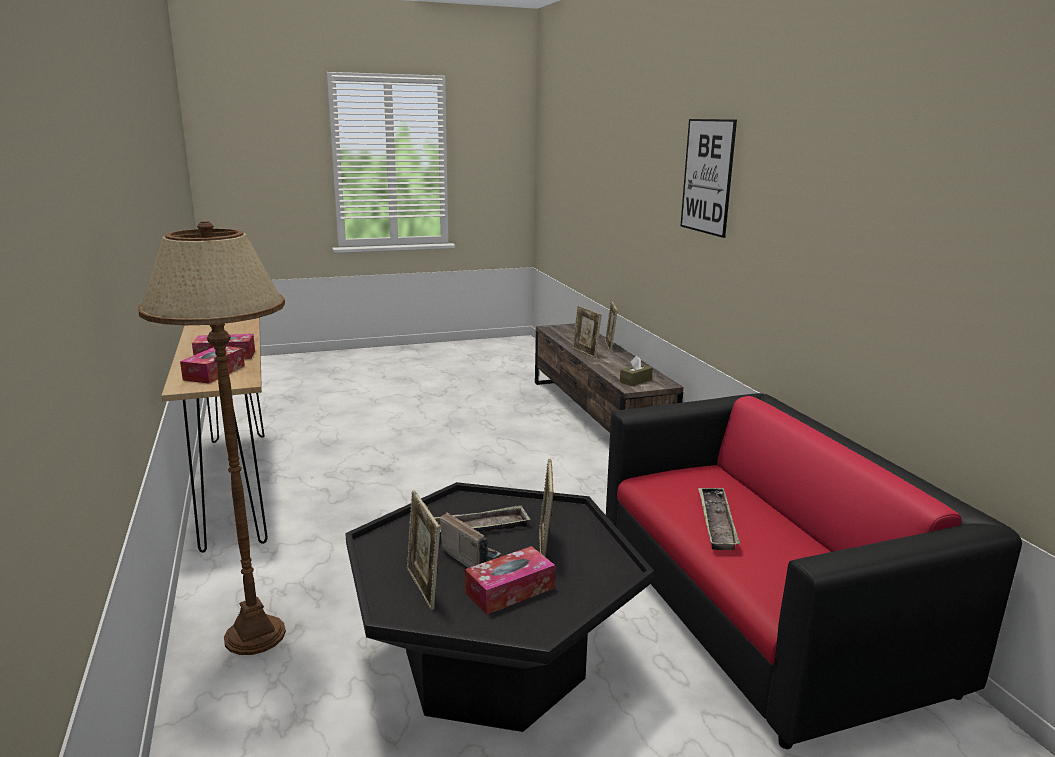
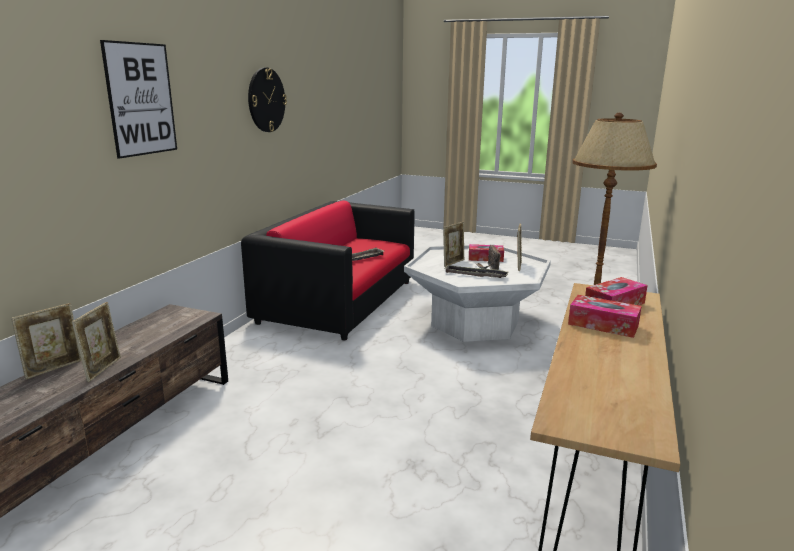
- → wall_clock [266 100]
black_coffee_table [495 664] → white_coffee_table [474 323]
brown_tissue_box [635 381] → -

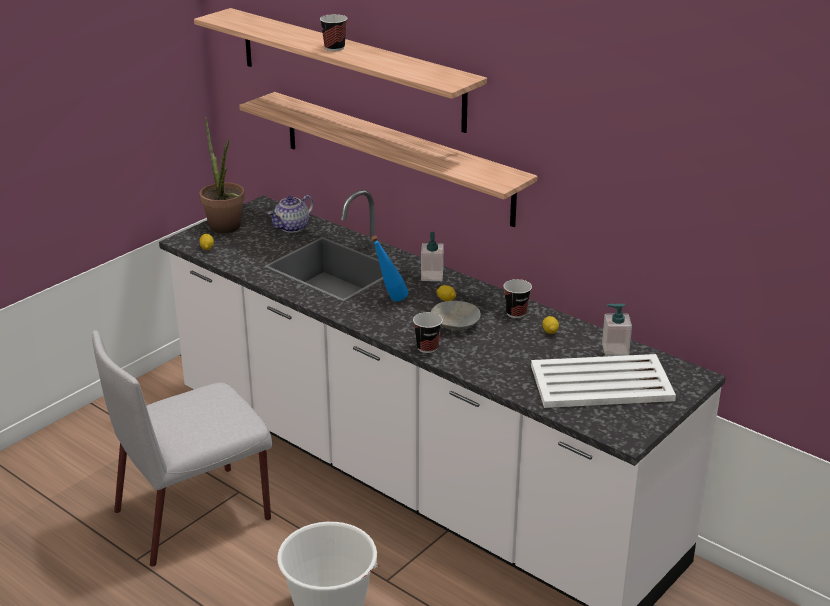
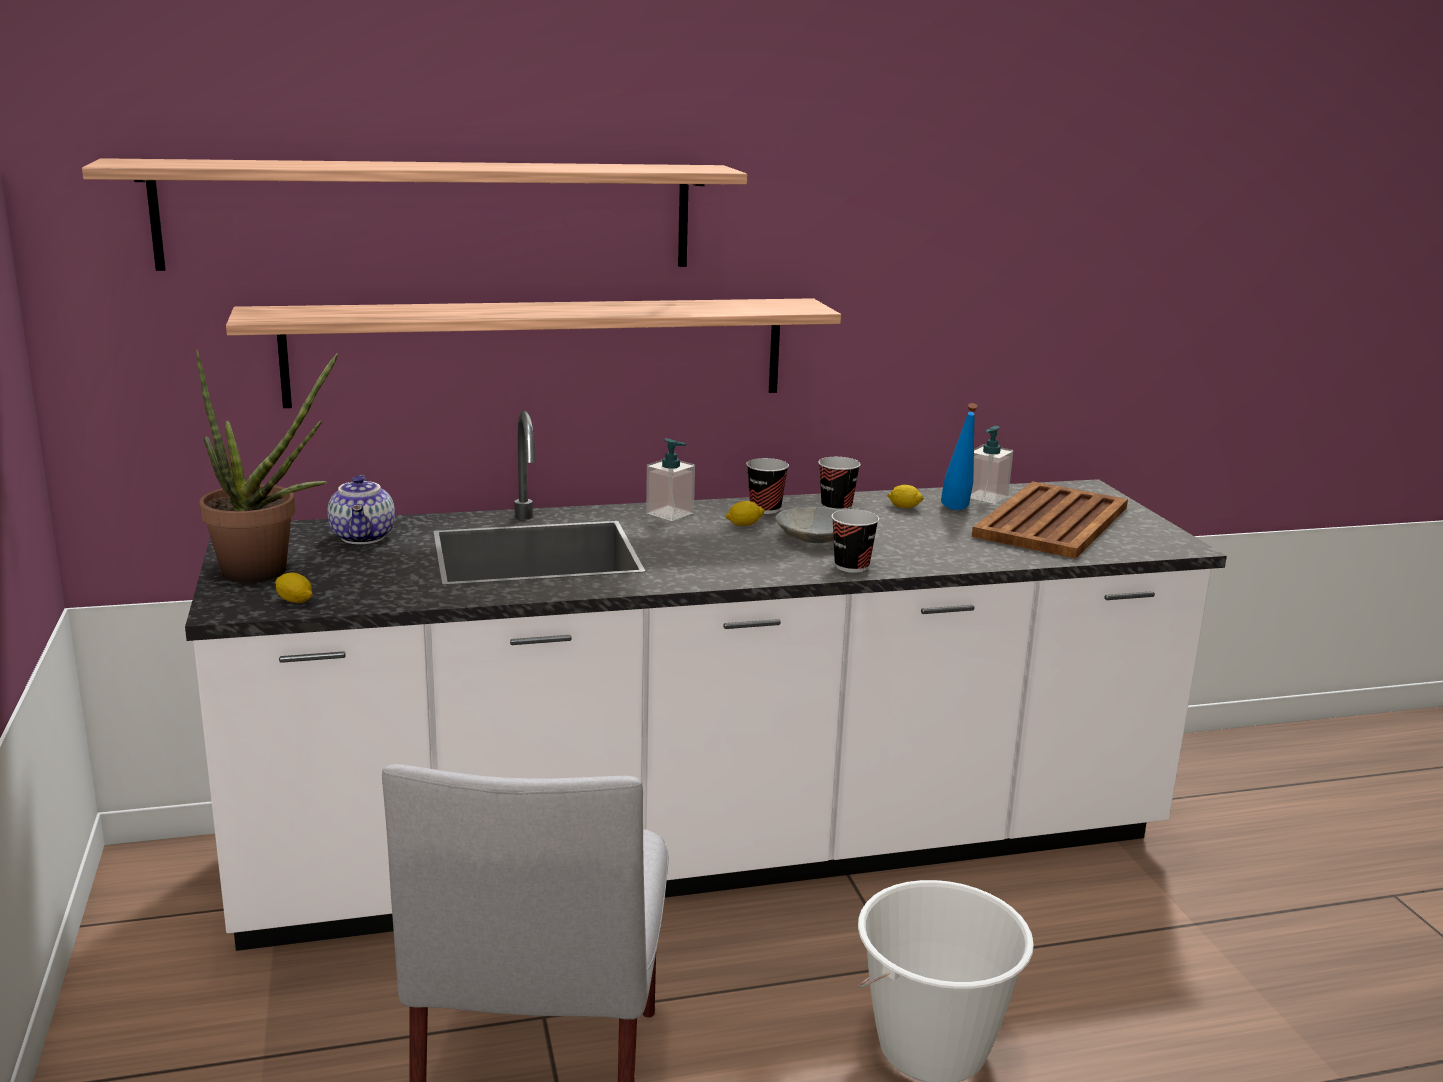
cup [334 48] → cup [765 509], move
blue_bottle [390 300] → blue_bottle [957 511], move
white_tray [602 383] → brown_tray [1053 521]

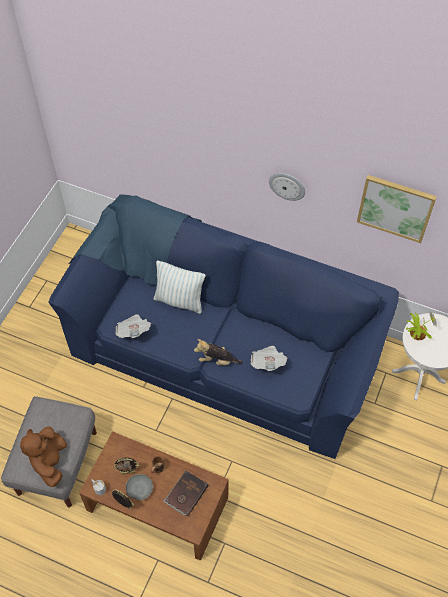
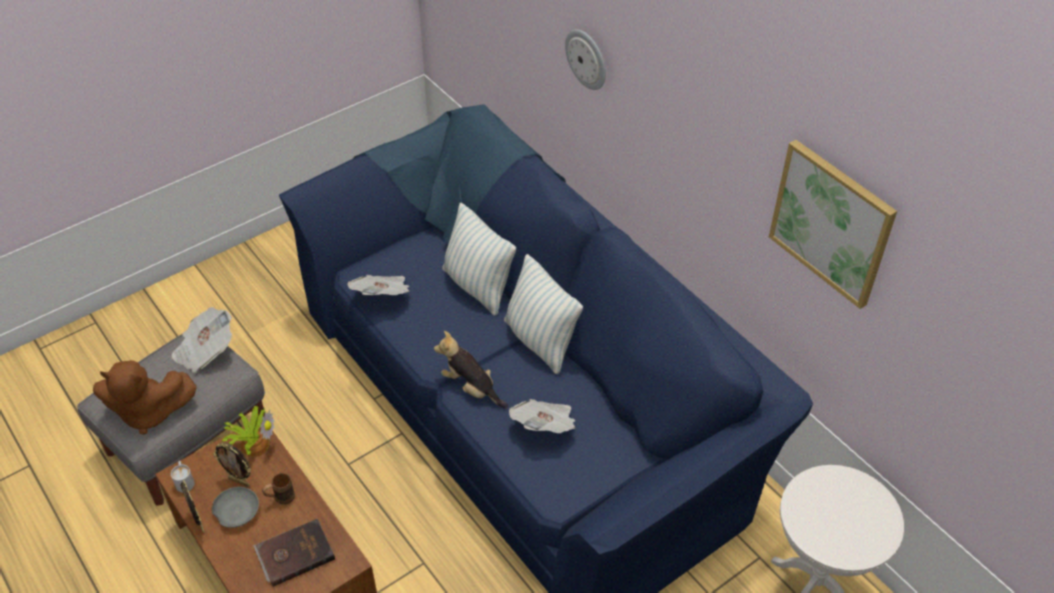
brown_plush_toy [50 462] → brown_plush_toy [148 412], 120 degrees counterclockwise
- → newspaper [205 351]
potted_plant [416 333] → potted_plant [254 443], move
- → pillow [540 341]
wall_clock [287 185] → wall_clock [587 59], move

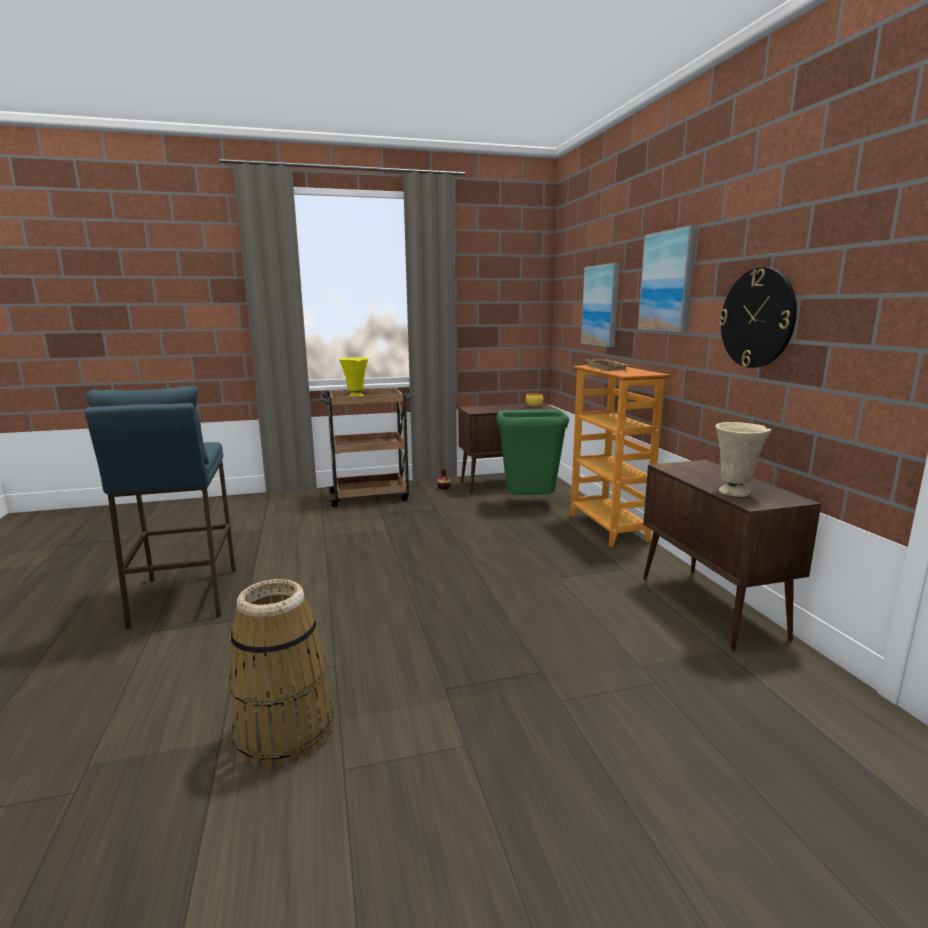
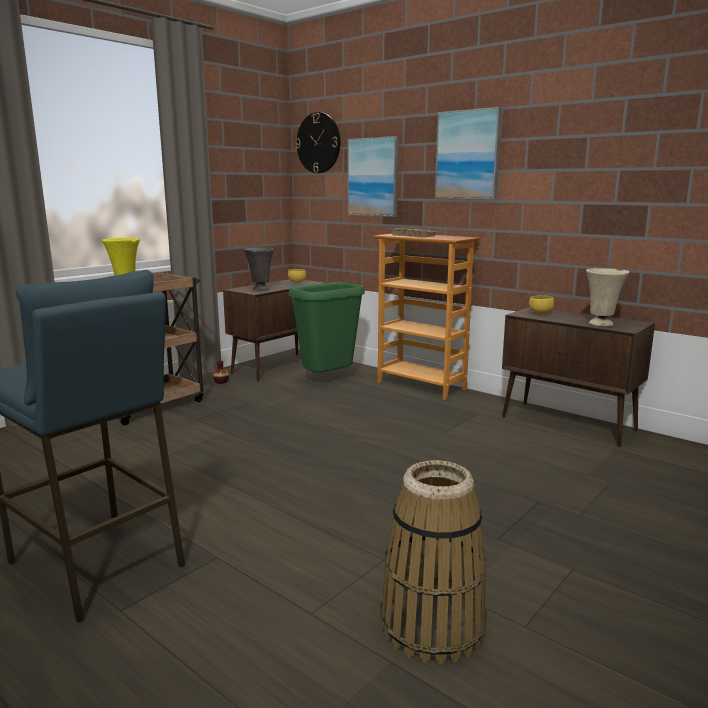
- → grey_vase [260 289]
wall_clock [757 318] → wall_clock [318 143], move
- → yellow_bowl [539 313]

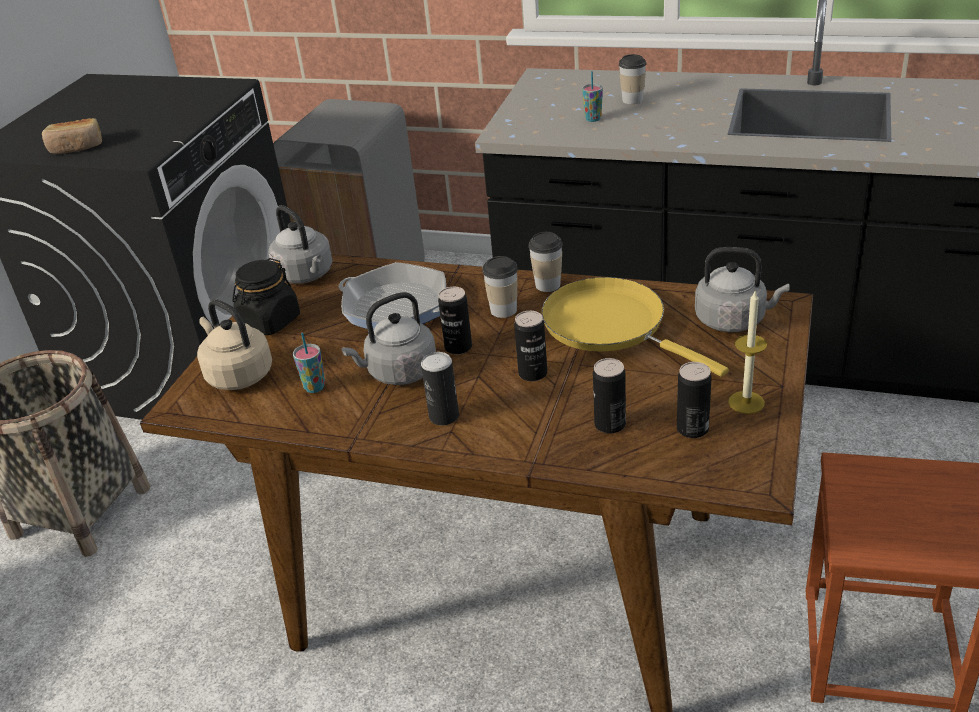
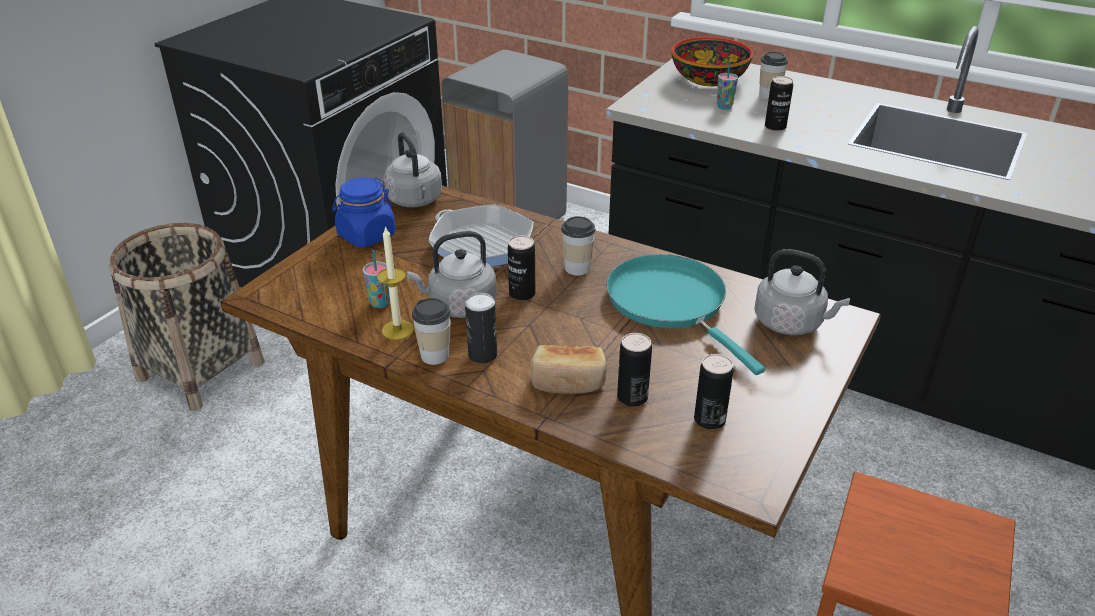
black_jar [269 322] → blue_jar [366 236]
candle [746 402] → candle [397 330], move
cup [548 285] → cup [435 355], move
bread [76 147] → bread [568 382], move
yellow_frying_pan [611 325] → turquoise_frying_pan [671 303]
- → bowl [709 79]
can [532 373] → can [775 127], move
beige_kettle [237 374] → -

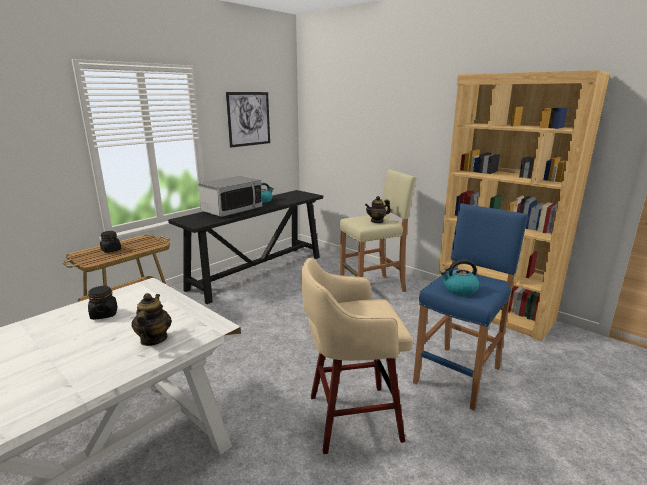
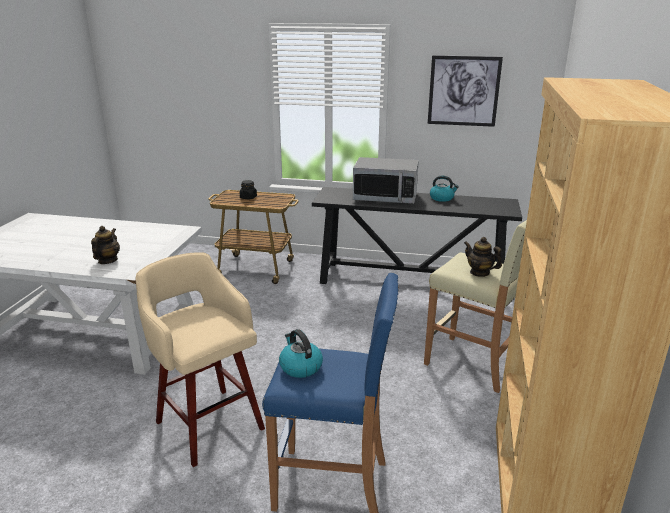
teapot [153 339] → teapot [107 260], 45 degrees counterclockwise
black_jar [104 314] → -

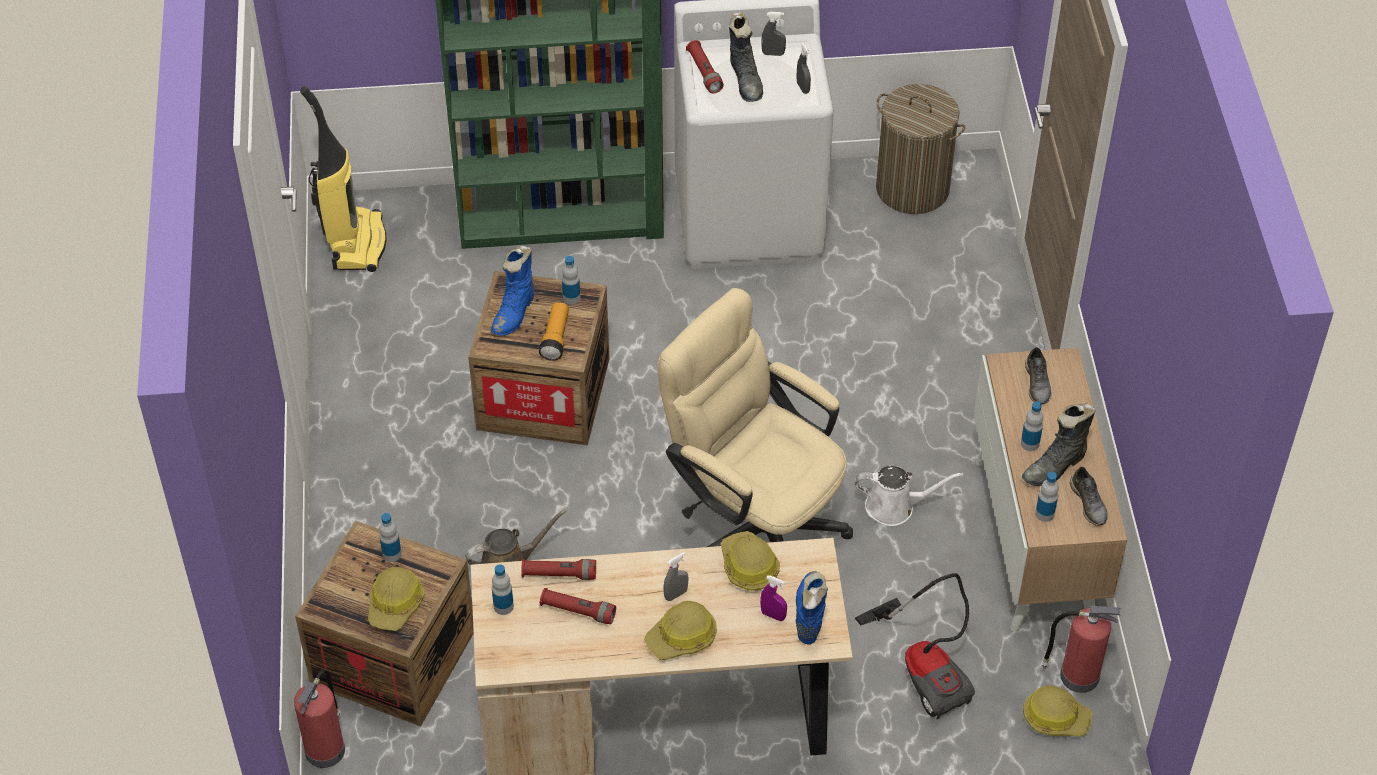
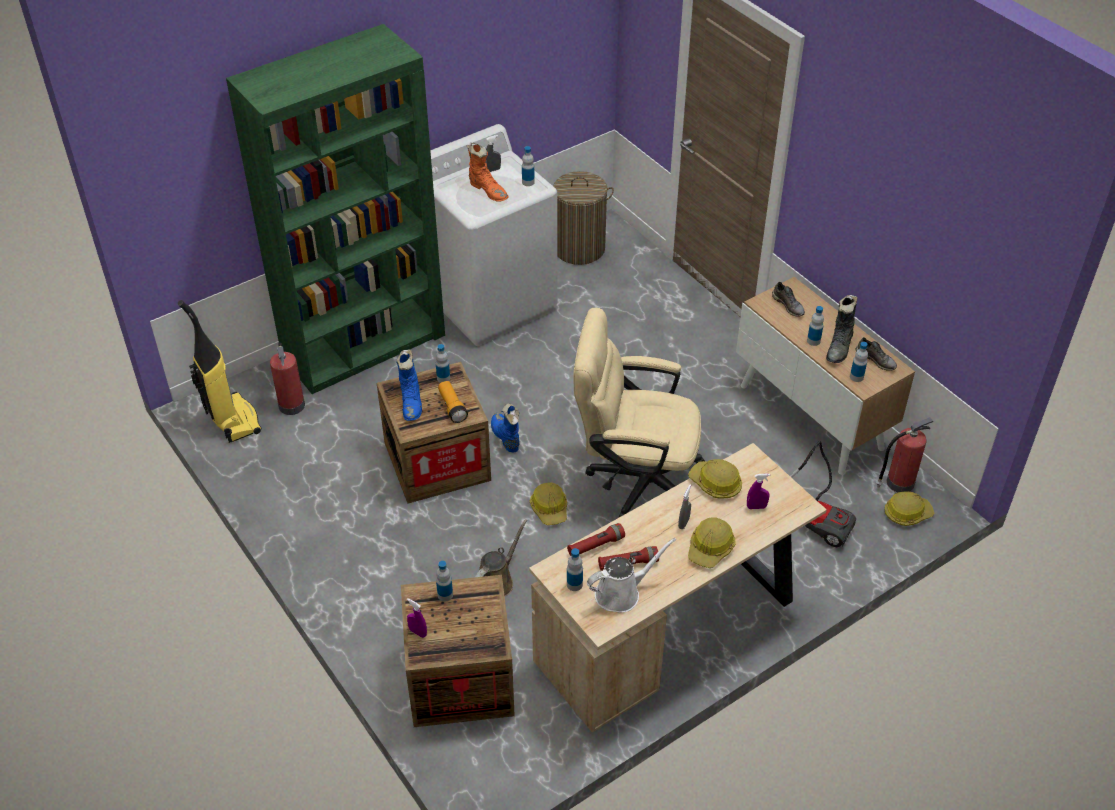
fire_extinguisher [326 748] → fire_extinguisher [291 404], move
- → purple_spray_bottle [418 632]
black_boot [746 81] → orange_boot [488 191]
blue_boot [809 613] → blue_boot [505 436], move
grey_spray_bottle [803 87] → bottle [528 182]
hard_hat [396 604] → hard_hat [550 508], move
white_watering_can [895 507] → white_watering_can [621 593], move
red_flashlight [704 72] → -

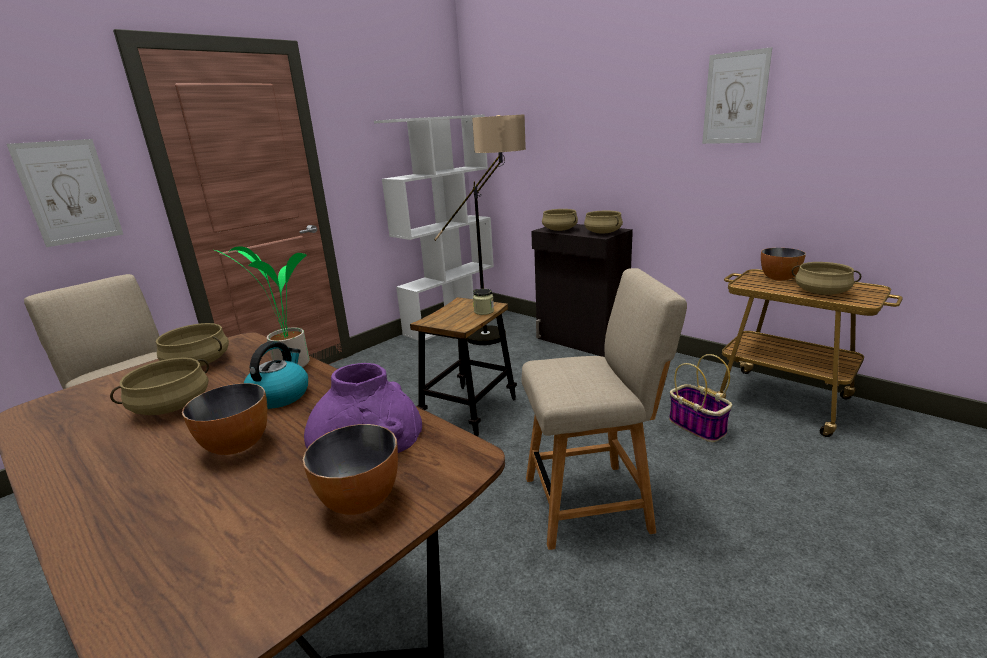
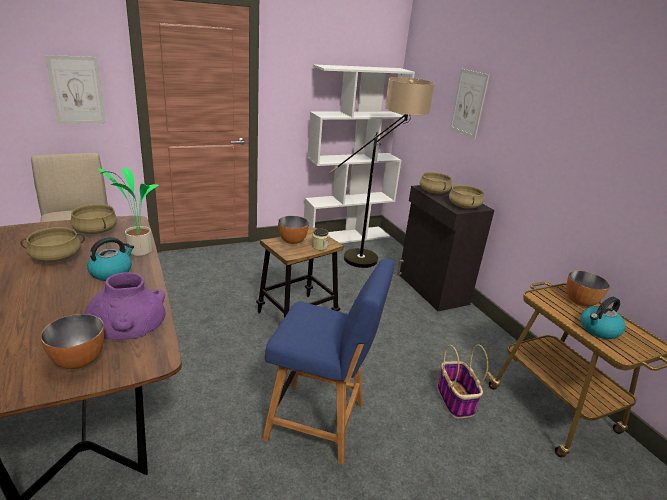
beige_chair [593 502] → blue_chair [320 422]
bowl [237 446] → bowl [292 241], move
picture [735 98] → picture [468 103], move
beige_cooking_pot [821 292] → kettle [599 330]

